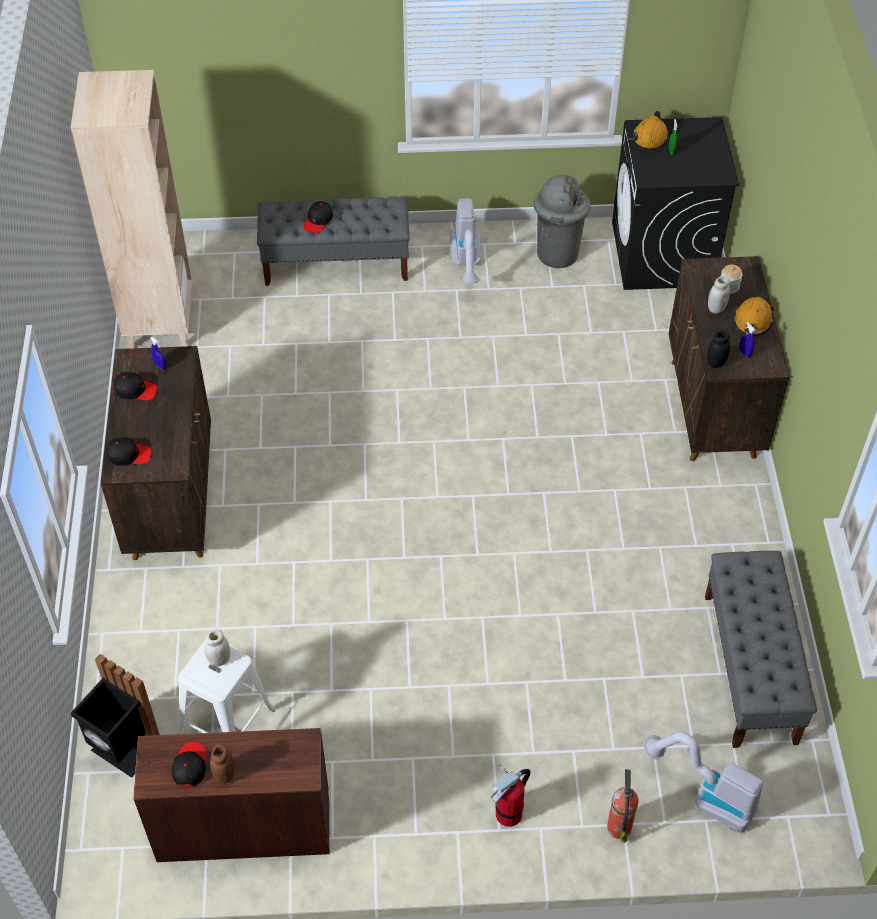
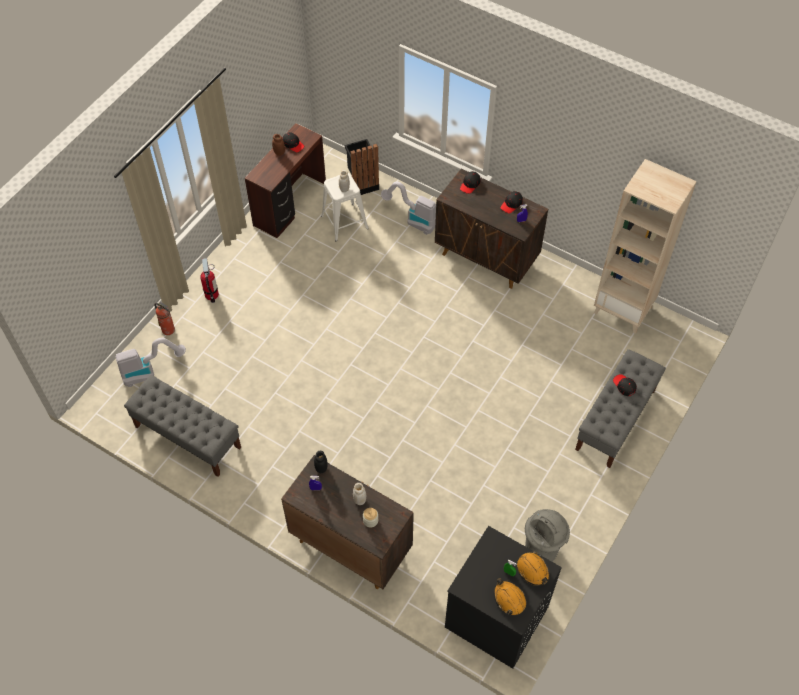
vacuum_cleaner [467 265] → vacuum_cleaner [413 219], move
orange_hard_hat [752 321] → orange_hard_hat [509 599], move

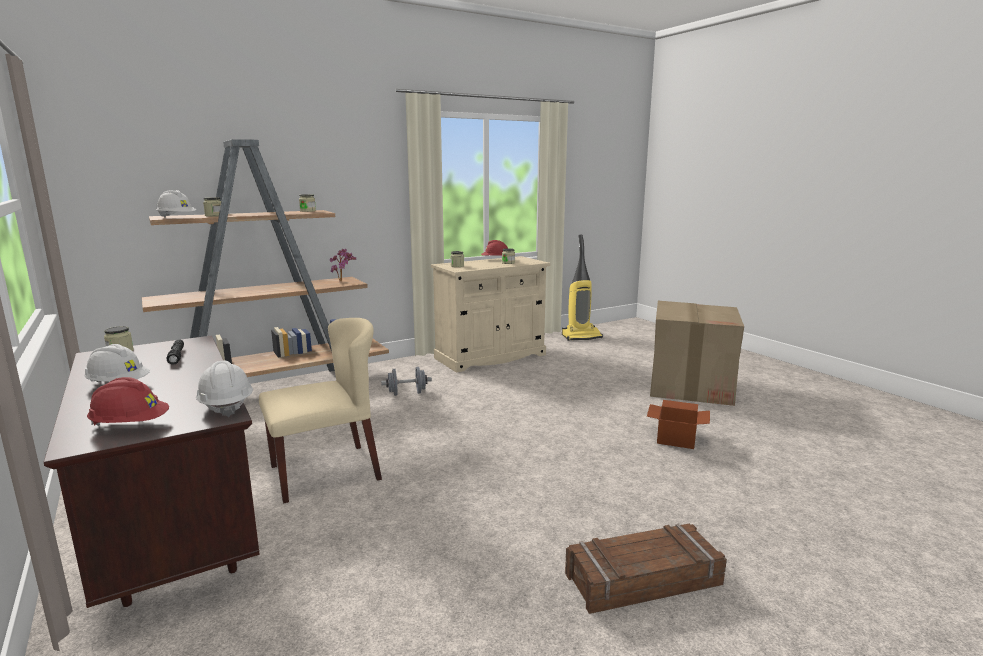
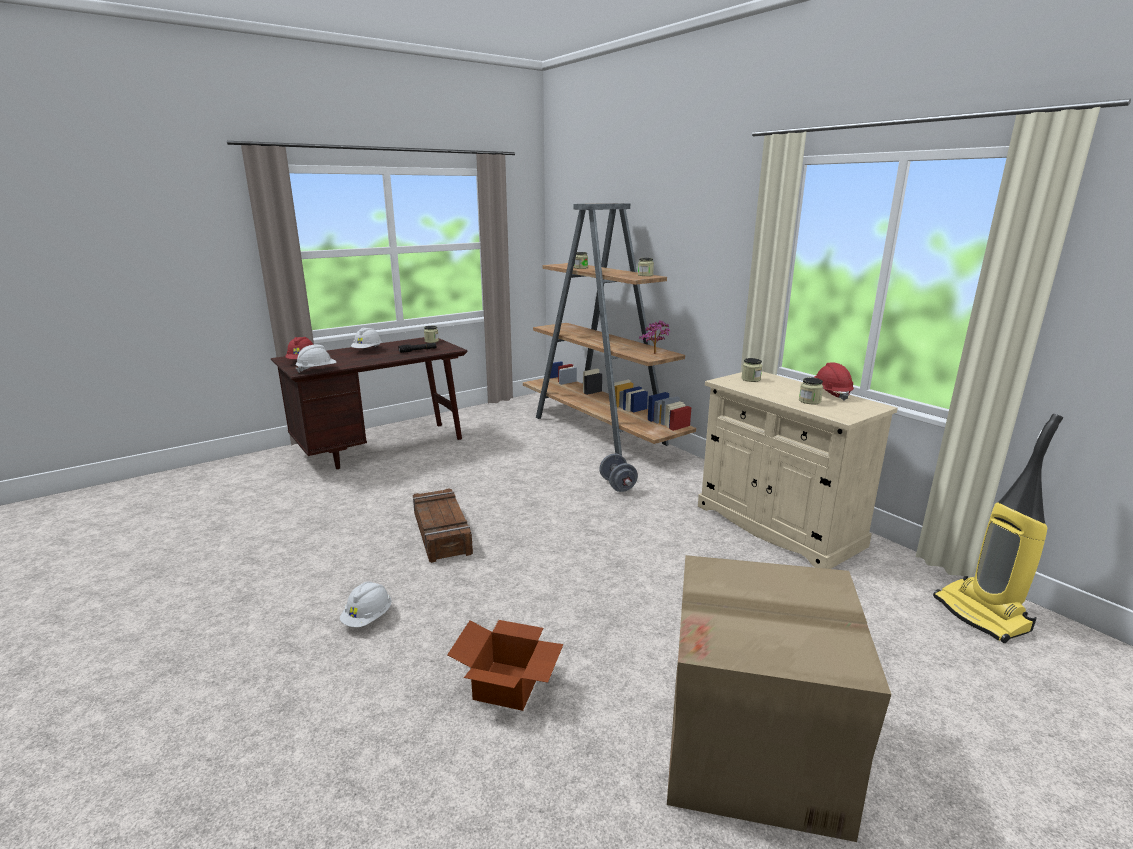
white_hard_hat [177 218] → white_hard_hat [368 618], move
crate [642 579] → crate [442 532], move
beige_chair [326 472] → -

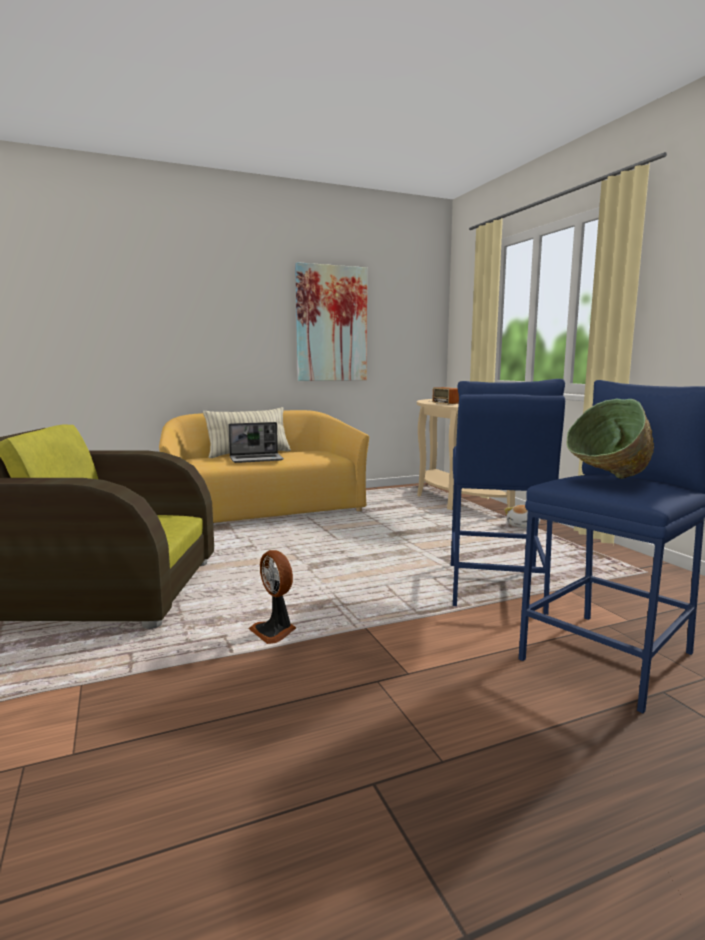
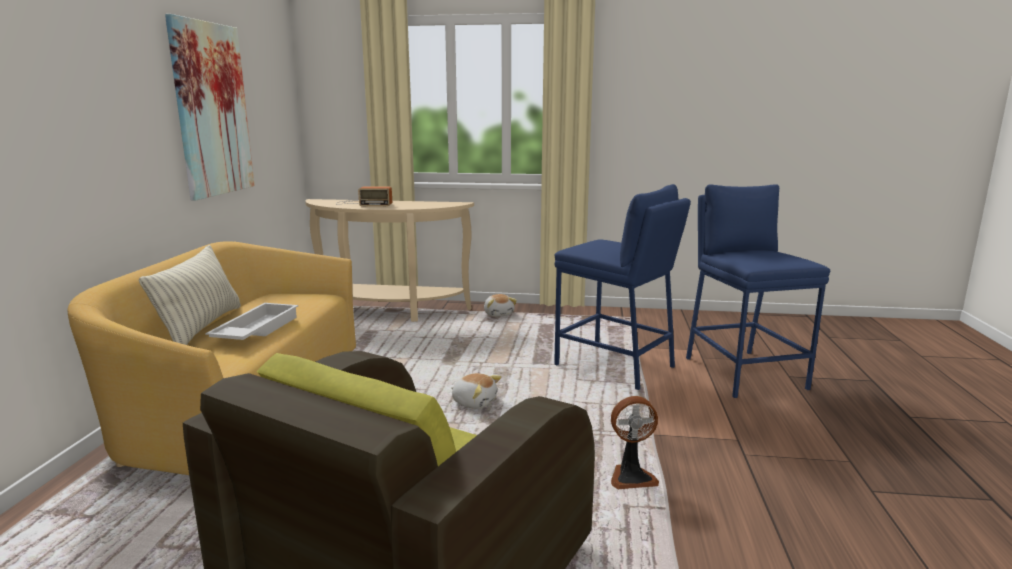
laptop [257 459] → white_tray [255 330]
- → plush_toy [474 402]
green_bowl [611 482] → -

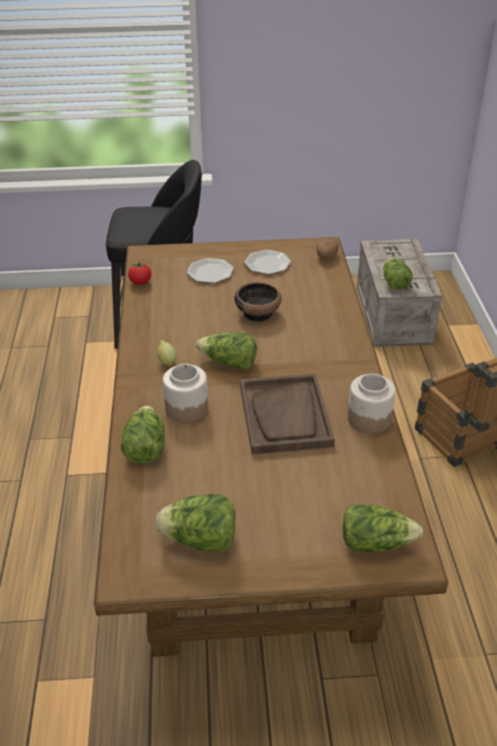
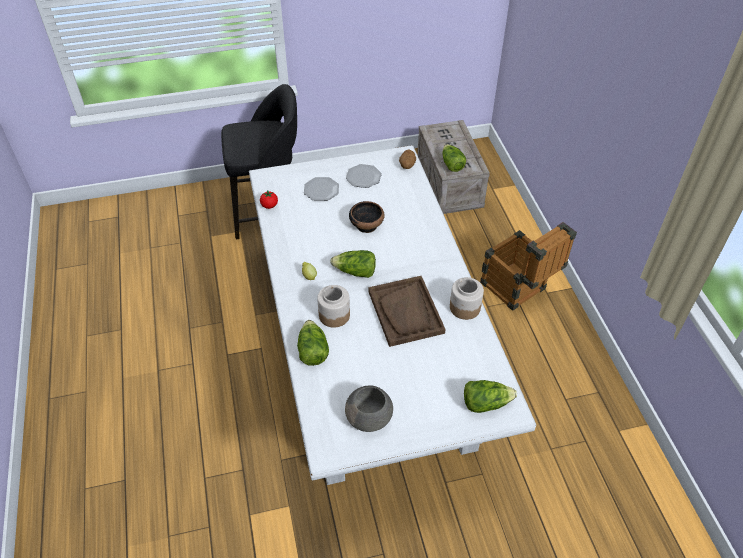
brown_dining_table [252 510] → white_dining_table [373 364]
lettuce [200 540] → grey_bowl [370 418]

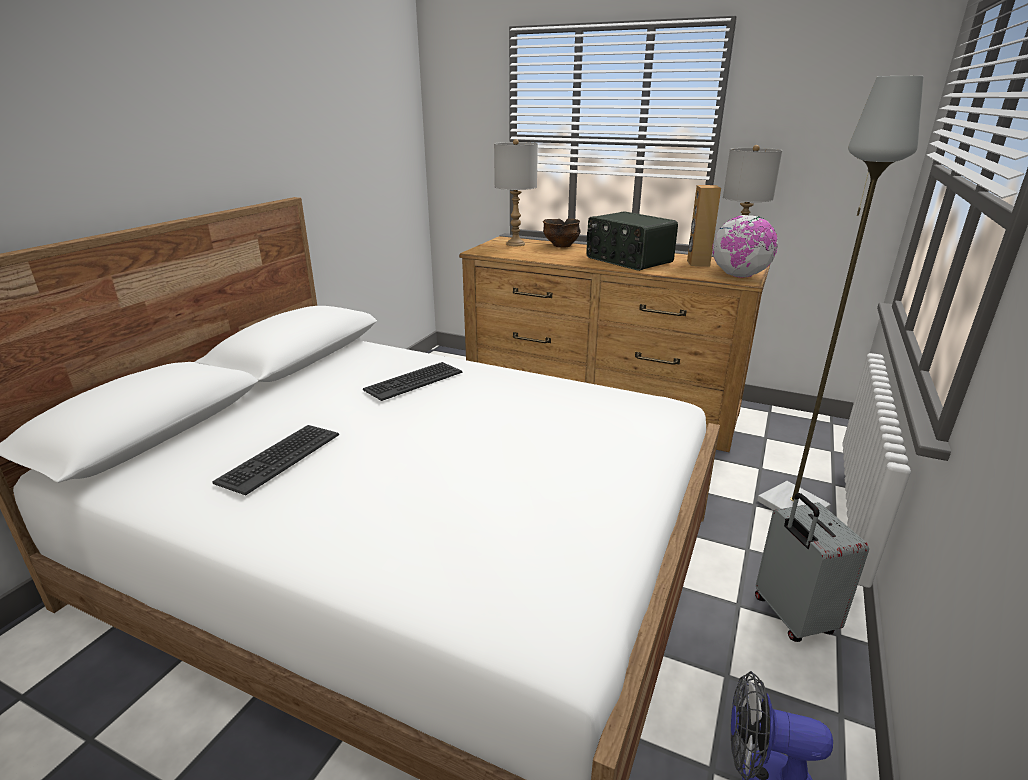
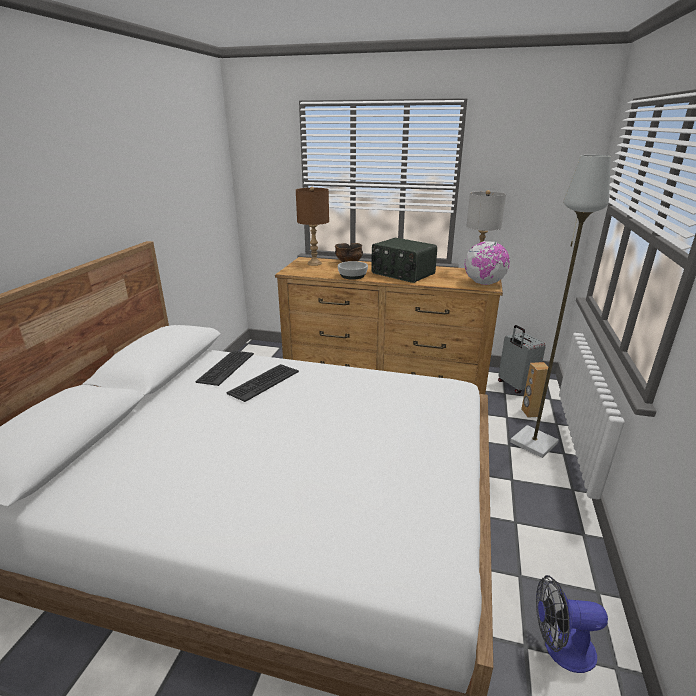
keyboard [279 458] → keyboard [225 367], move
grey_table_lamp [515 244] → brown_table_lamp [314 263]
- → bowl [352 276]
grey_suitcase [791 616] → grey_suitcase [515 386], move
brown_speaker [697 263] → brown_speaker [530 413], move

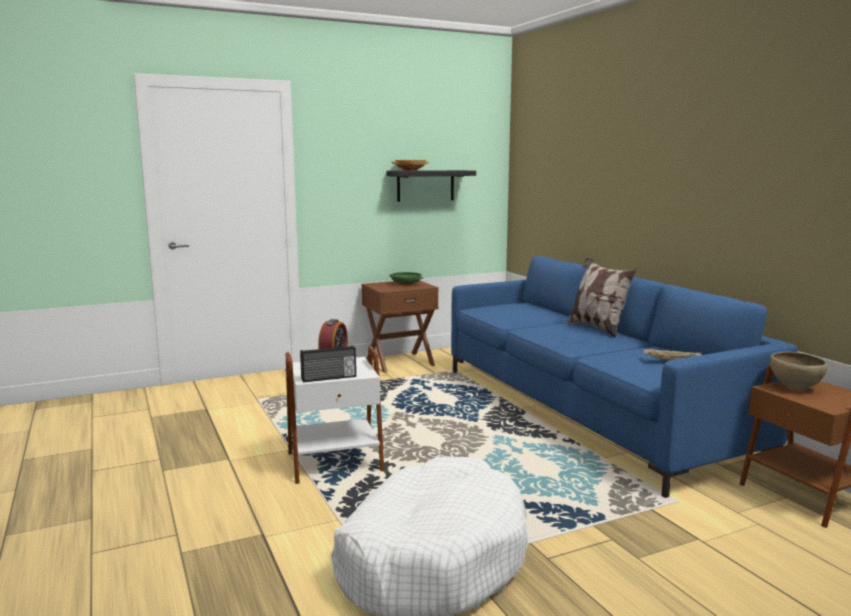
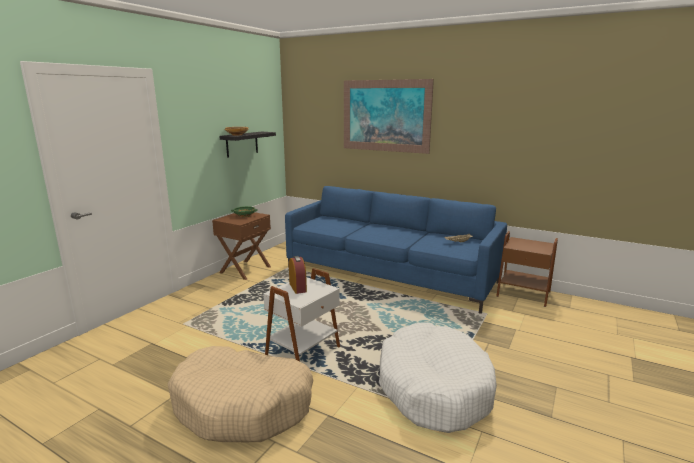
- → beige_dog_bed [243 405]
- → picture [385 116]
radio [329 378] → -
pillow [597 328] → -
brown_bowl [794 388] → -

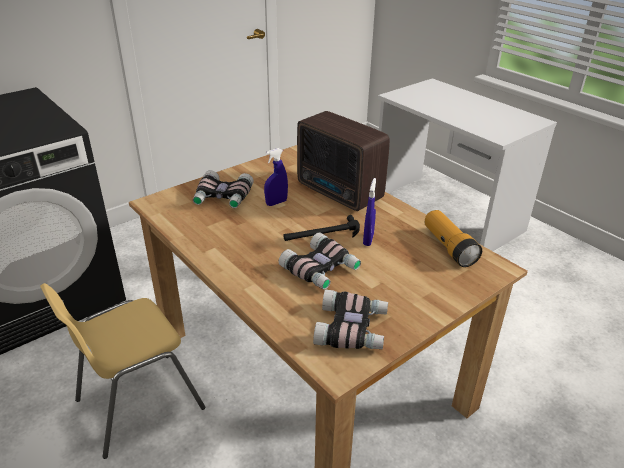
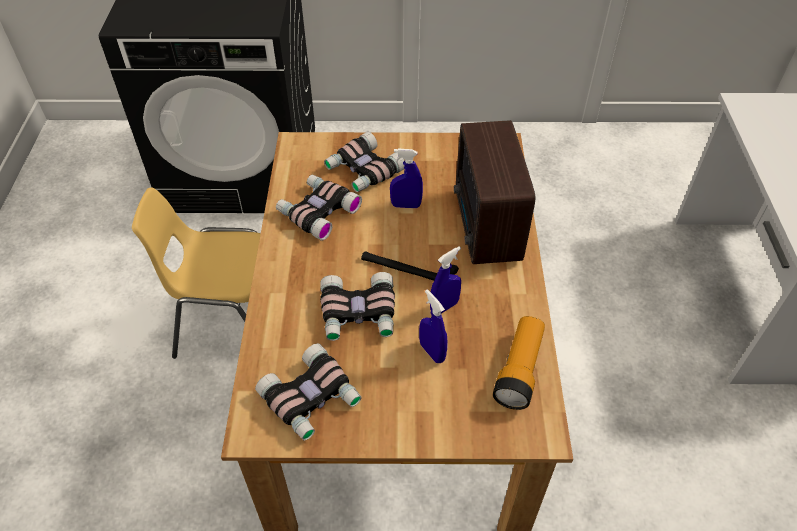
- → binoculars [317 211]
- → blue_spray_bottle [432 352]

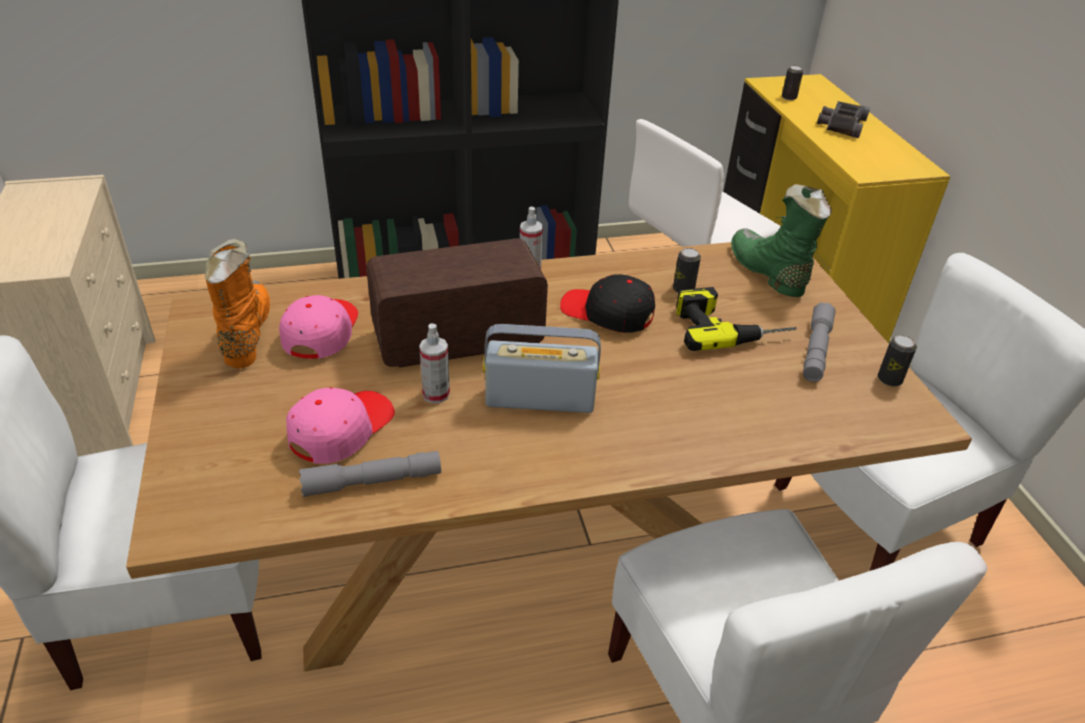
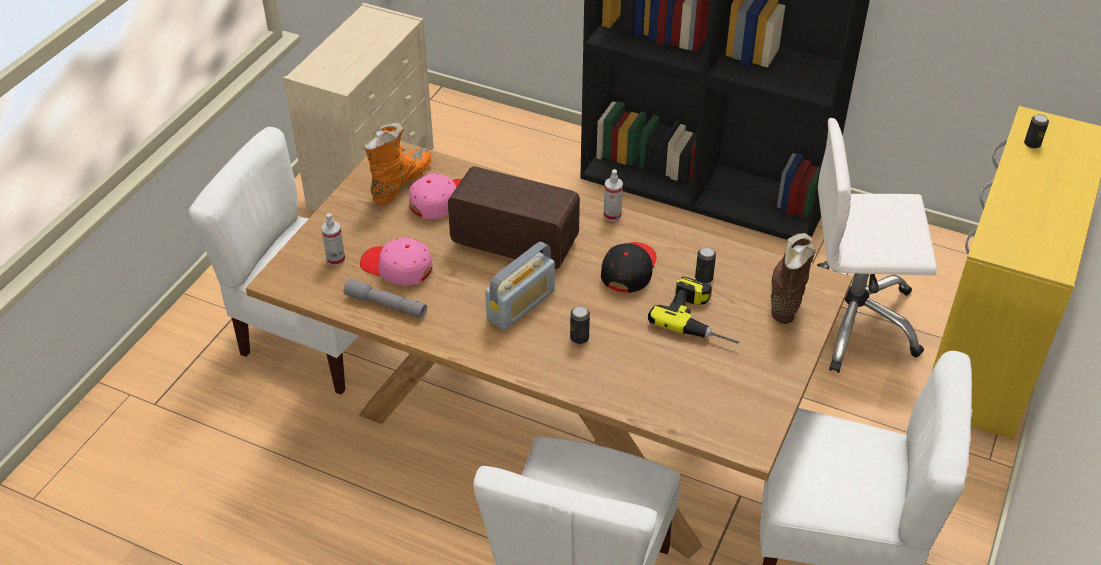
spray_bottle [436 394] → spray_bottle [336 259], move
pink_cap [341 429] → pink_cap [397 267], 135 degrees counterclockwise
radio [539 399] → radio [521 305], 90 degrees clockwise
can [889 379] → can [579 338], move
black_cap [607 313] → black_cap [629 270], 45 degrees clockwise
green_boot [766 271] → brown_boot [786 294]
grey_flashlight [816 350] → -
black_binoculars [841 125] → -

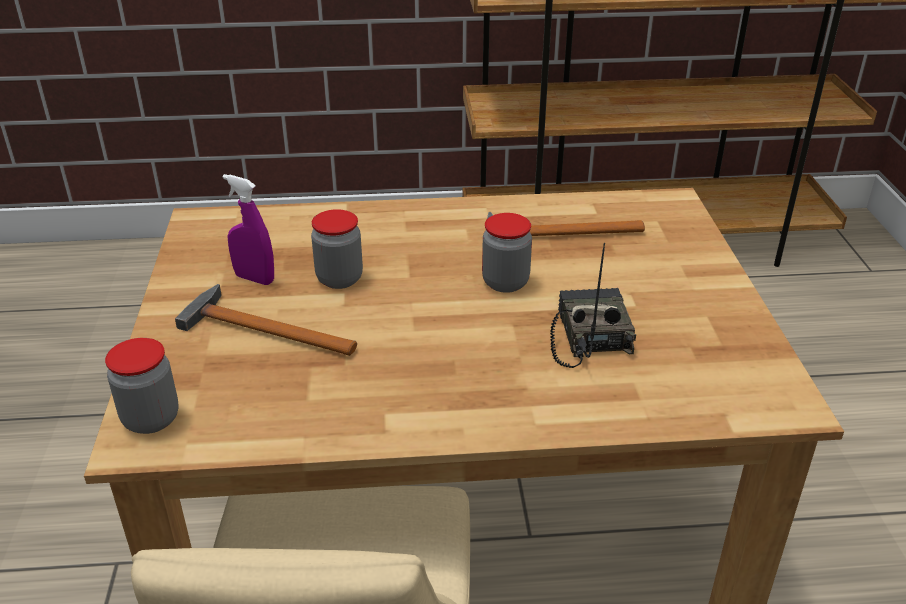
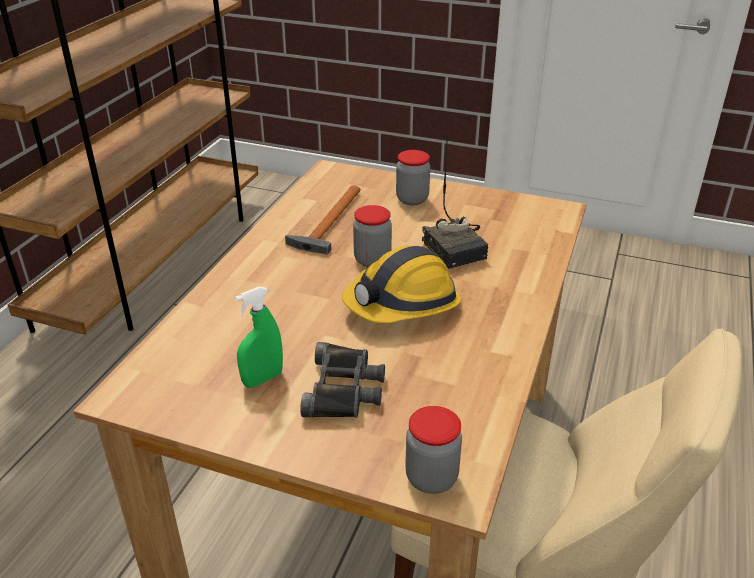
purple_spray_bottle [254 279] → green_spray_bottle [262 379]
hammer [263 329] → black_binoculars [344 389]
- → hard_hat [403 304]
jar [339 279] → jar [412 199], move
radio [587 336] → radio [457 248], 135 degrees counterclockwise

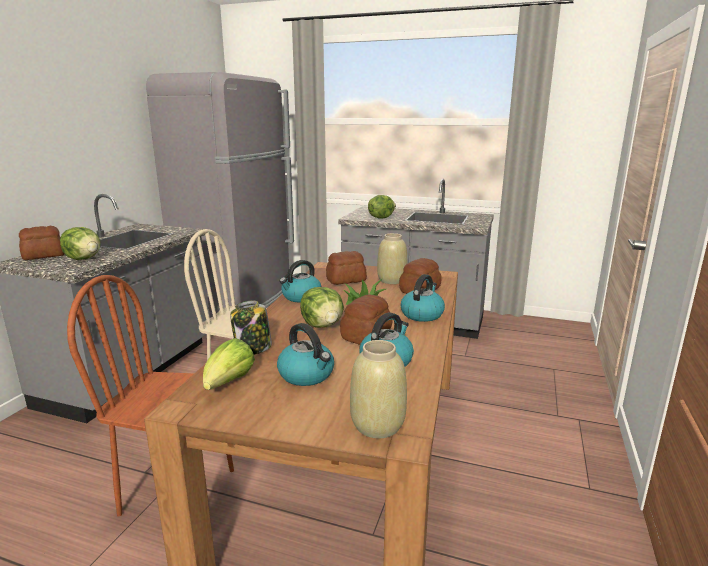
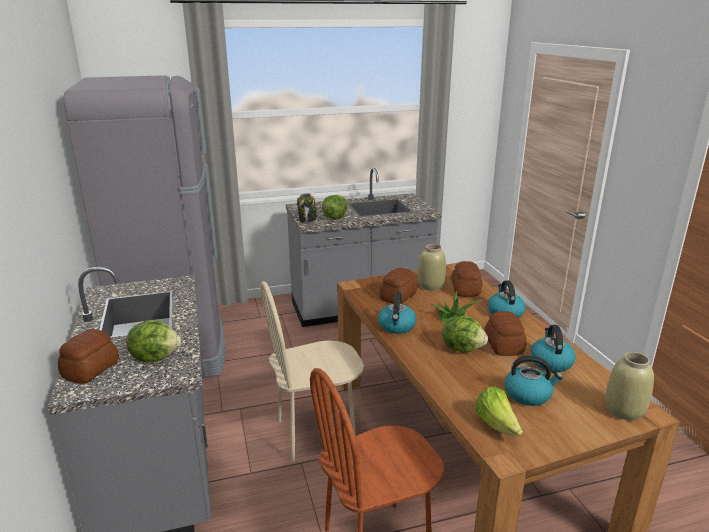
jar [253 349] → jar [307 220], move

